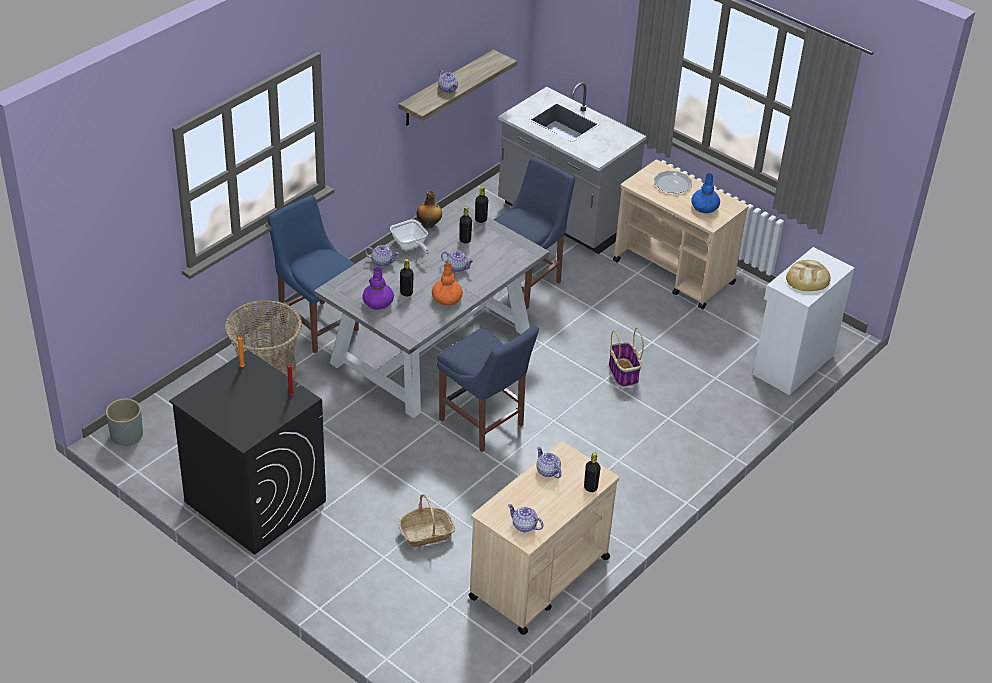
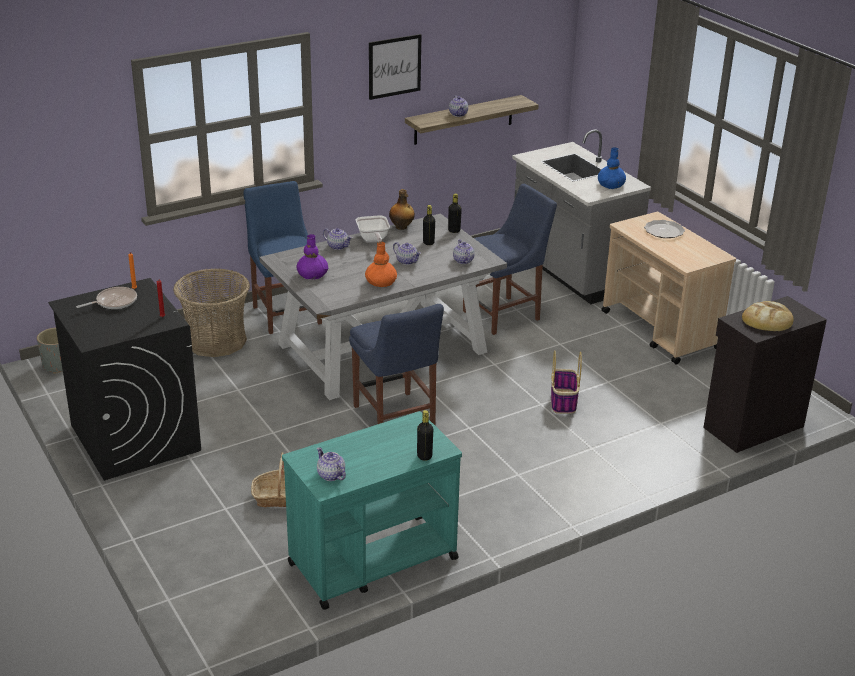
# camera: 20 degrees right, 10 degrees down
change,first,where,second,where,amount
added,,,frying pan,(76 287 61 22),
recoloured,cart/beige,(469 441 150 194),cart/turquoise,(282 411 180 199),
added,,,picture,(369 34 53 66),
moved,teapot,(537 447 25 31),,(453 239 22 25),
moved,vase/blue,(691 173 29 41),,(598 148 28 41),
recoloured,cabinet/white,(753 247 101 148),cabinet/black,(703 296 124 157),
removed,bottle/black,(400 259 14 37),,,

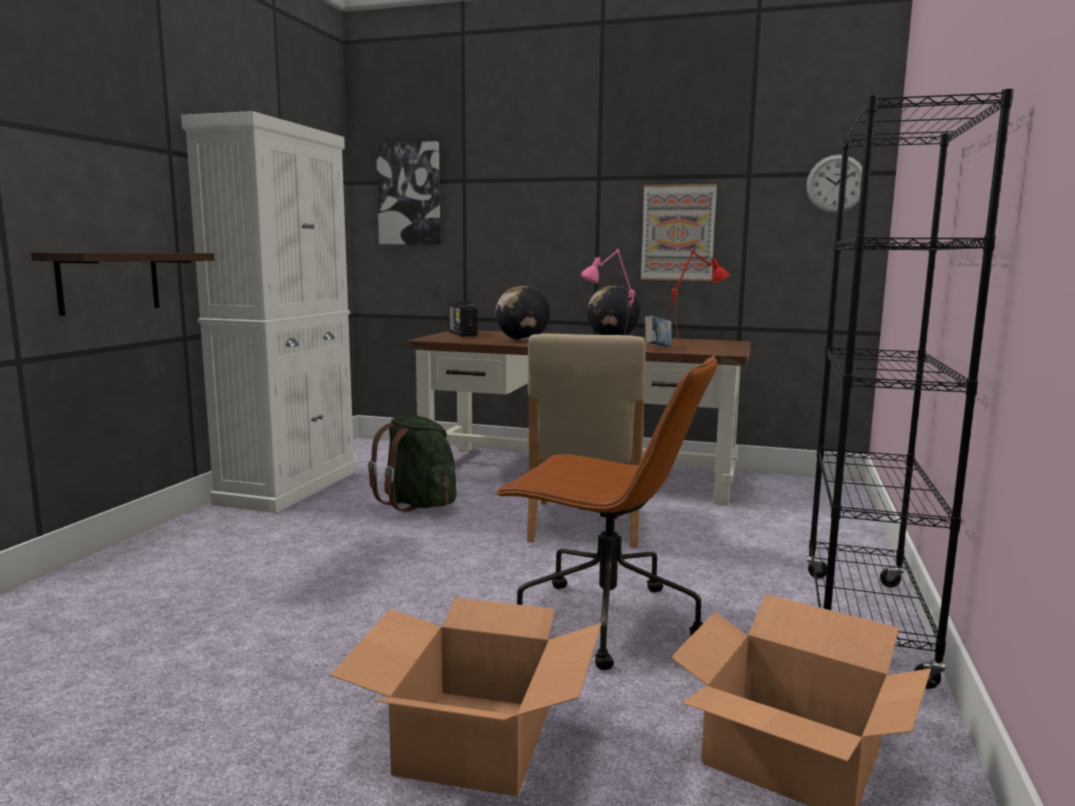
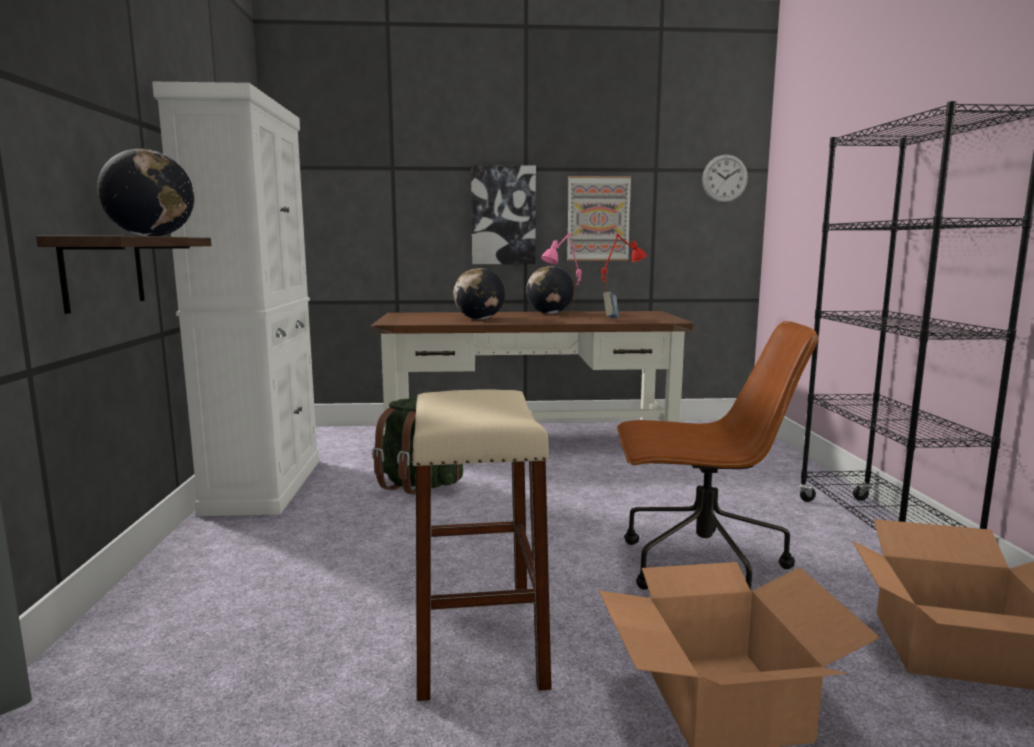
# camera: 20 degrees left, 0 degrees up
change,first,where,second,where,amount
added,,,globe,(97 149 97 88),
added,,,stool/beige,(412 389 140 313),
moved,picture,(376 141 64 104),,(471 165 65 99),
removed,radio,(449 300 28 37),,,
removed,chair/beige,(527 334 119 214),,,

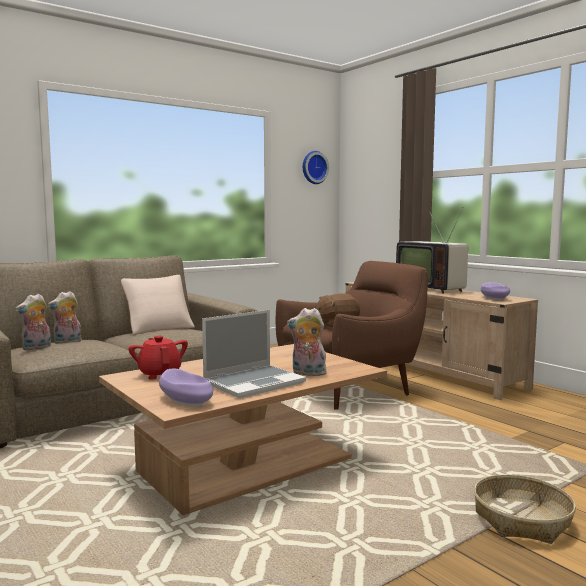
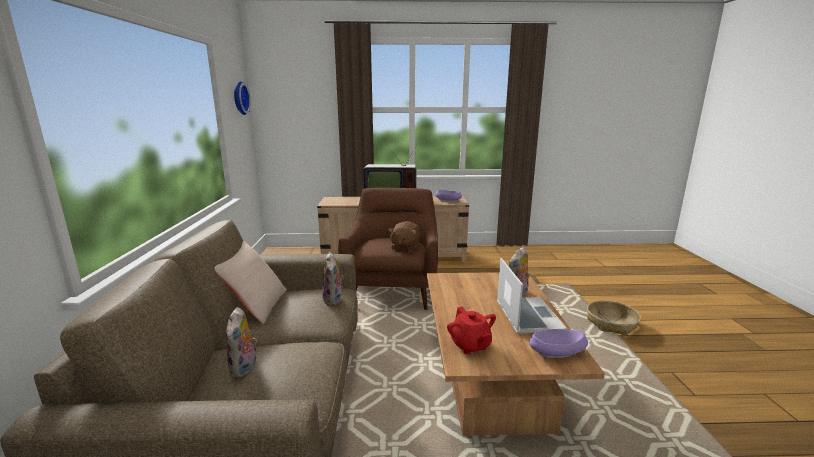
# camera: 55 degrees left, 10 degrees up
change,first,where,second,where,amount
moved,plush toy,(15 294 36 57),,(322 252 22 54),
turned,teapot/red,(128 336 60 44),,(447 307 49 47),120 degrees counterclockwise

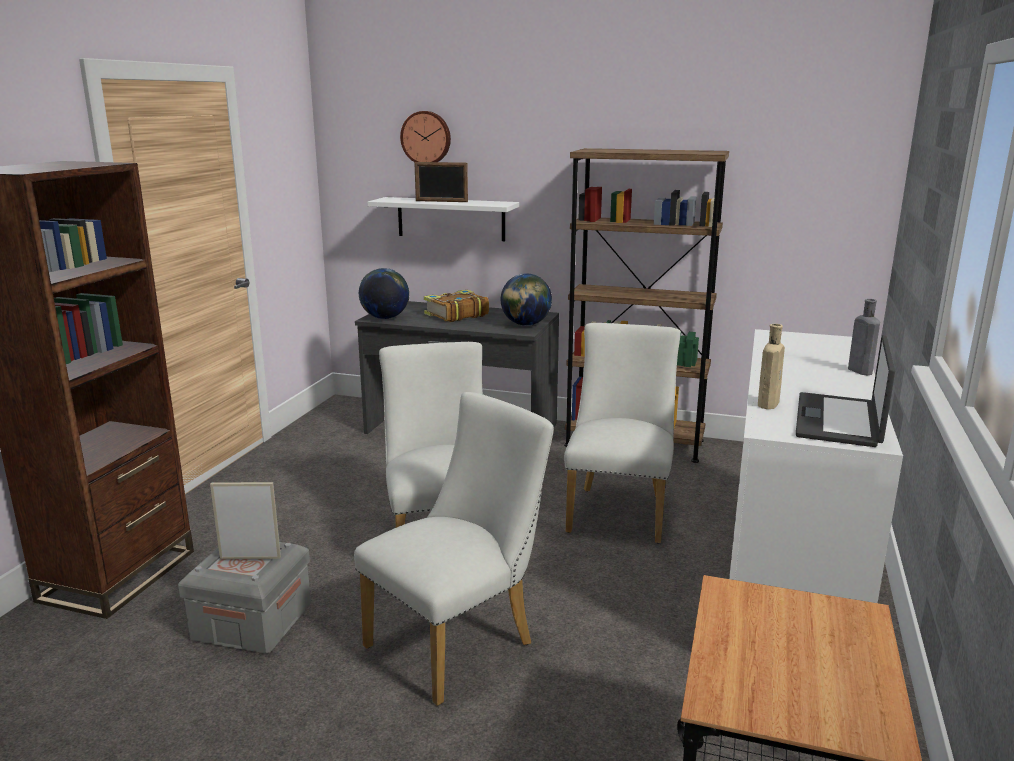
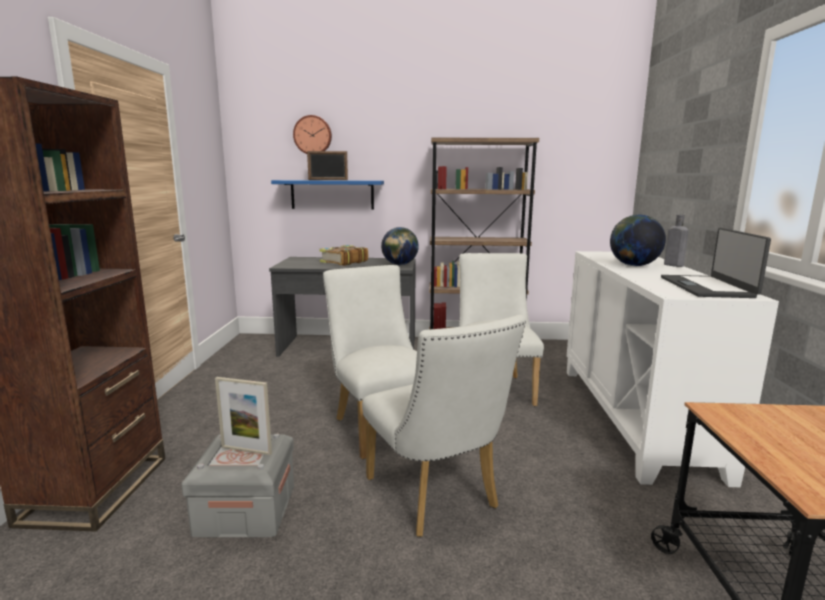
# camera: 15 degrees left, 5 degrees down
change,first,where,second,where,amount
turned,picture frame,(210 482 71 77),,(215 377 57 78),150 degrees counterclockwise
recoloured,shelf/white,(367 197 152 44),shelf/blue,(271 180 113 29),
turned,chair/white,(354 392 200 314),,(362 315 164 222),120 degrees clockwise
moved,globe,(359 268 50 51),,(610 215 56 51),
removed,bottle/beige,(758 324 27 85),,,

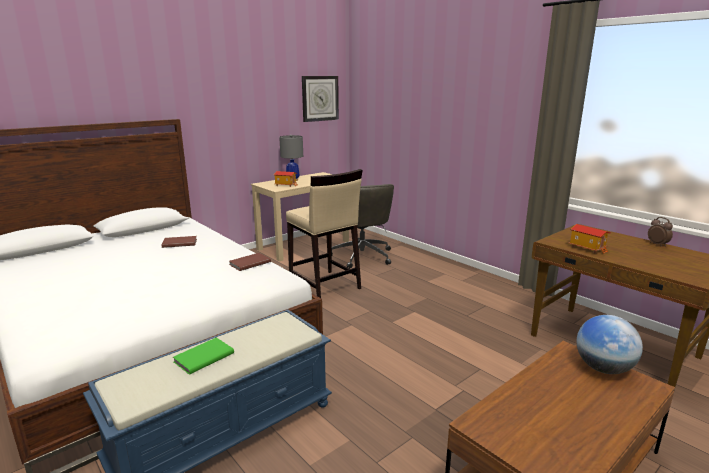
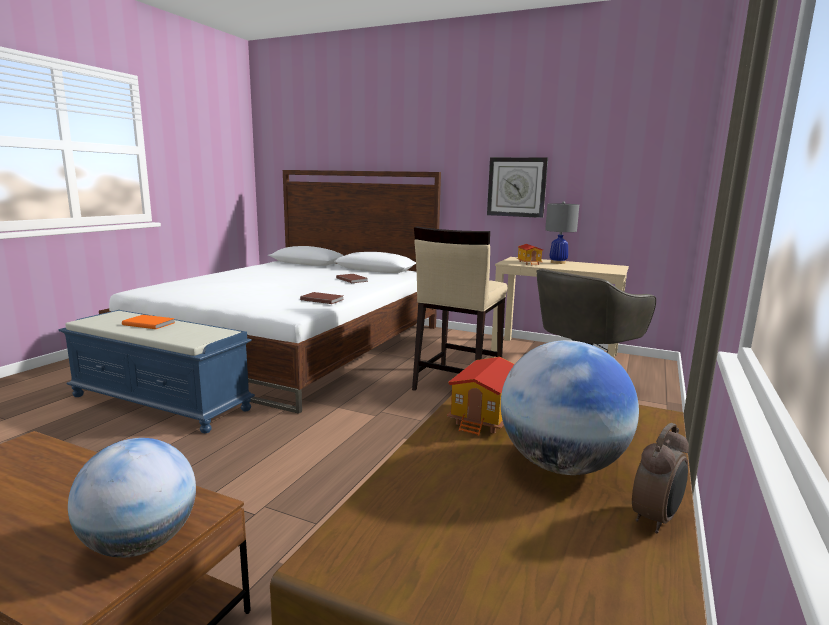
# camera: 65 degrees right, 5 degrees down
change,first,where,second,where,amount
recoloured,book/green,(173 338 61 37),book/orange,(122 315 53 14),
moved,wall clock,(302 76 37 46),,(487 157 61 61),
added,,,globe,(501 340 138 135),

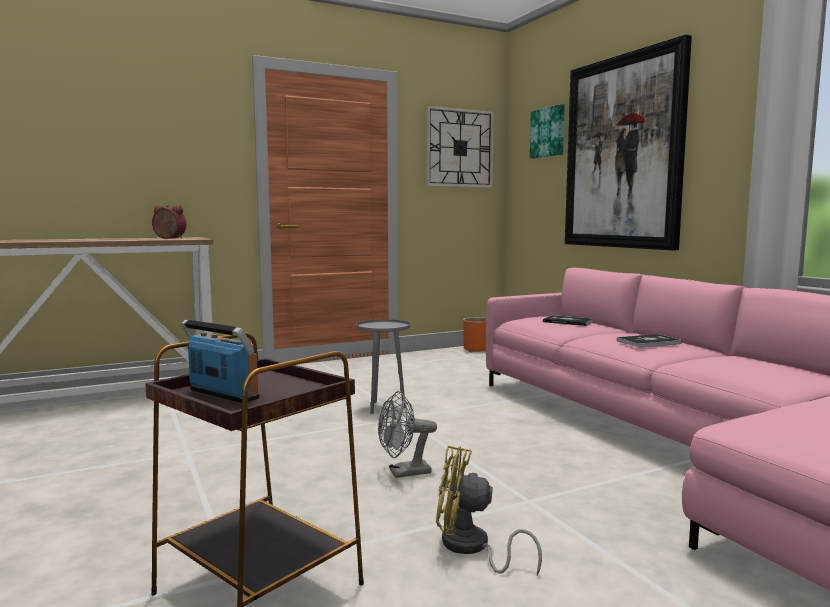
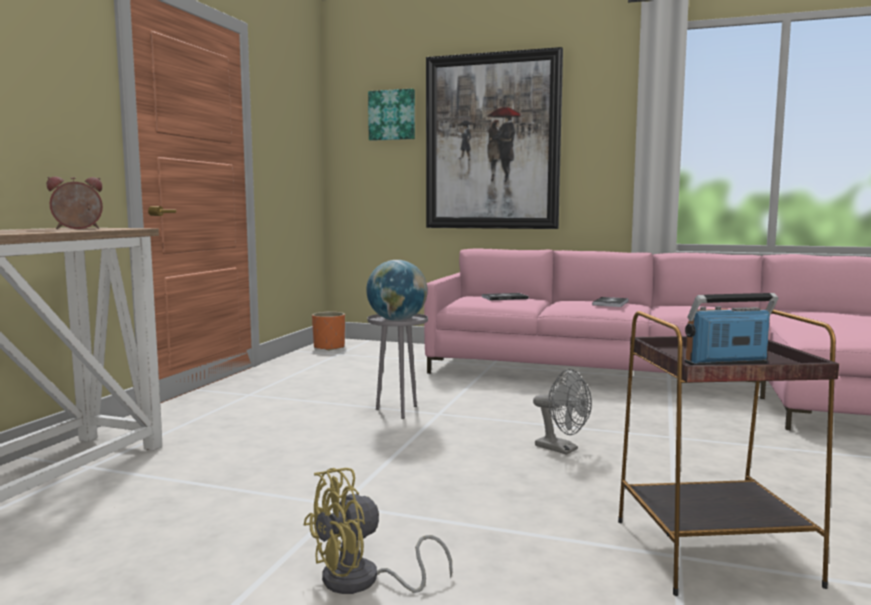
# camera: 45 degrees left, 0 degrees up
change,first,where,second,where,amount
moved,fan/yellow,(436 446 106 130),,(303 468 150 126),
added,,,globe,(366 260 62 61),
turned,fan/grey,(378 391 59 87),,(533 369 59 86),75 degrees counterclockwise
removed,wall clock,(426 106 68 82),,,

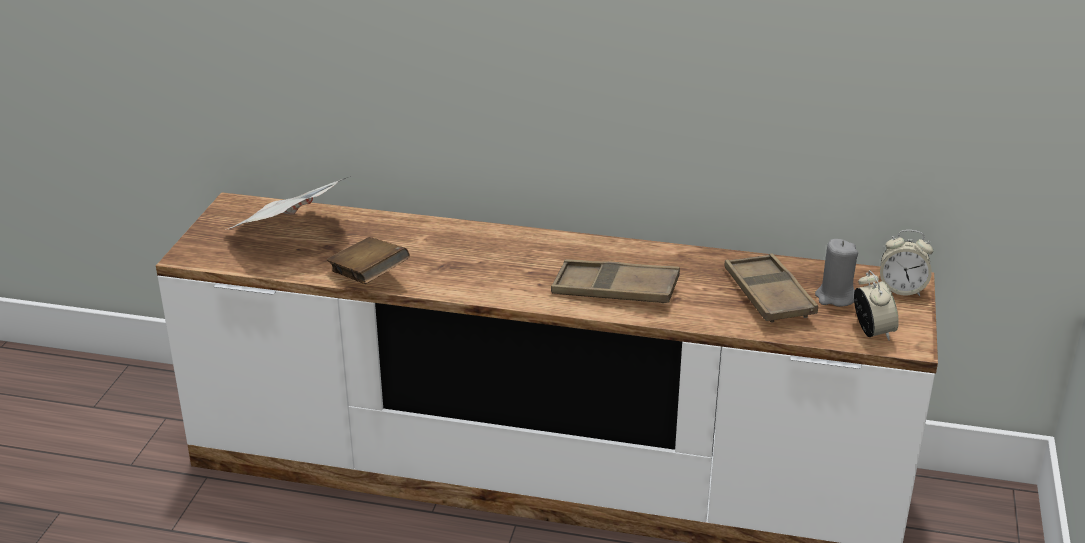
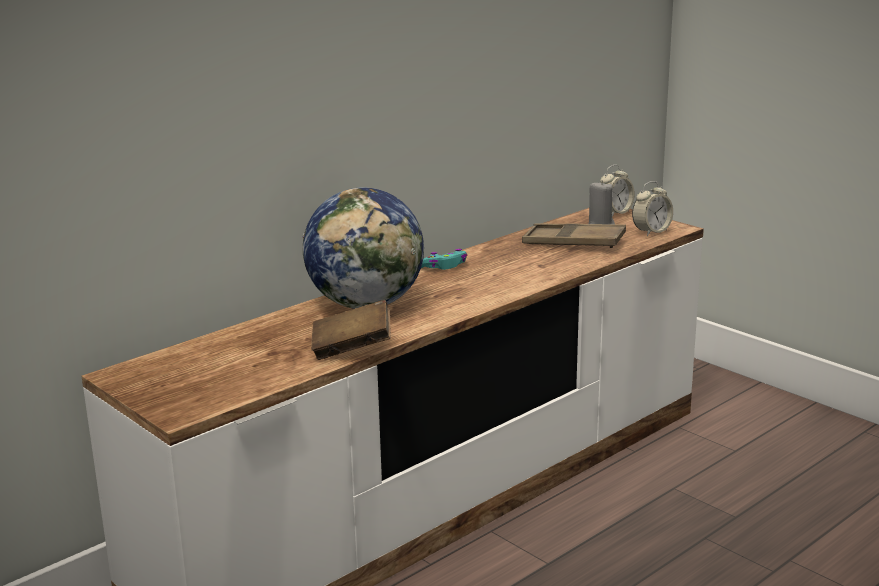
# camera: 55 degrees left, 10 degrees down
change,first,where,second,where,amount
added,,,globe,(303 187 121 122),
added,,,game controller/turquoise,(421 249 46 21),
turned,alarm clock,(854 270 45 70),,(632 181 41 55),120 degrees clockwise
removed,newspaper,(225 176 126 54),,,
removed,tray/brown,(551 259 129 44),,,

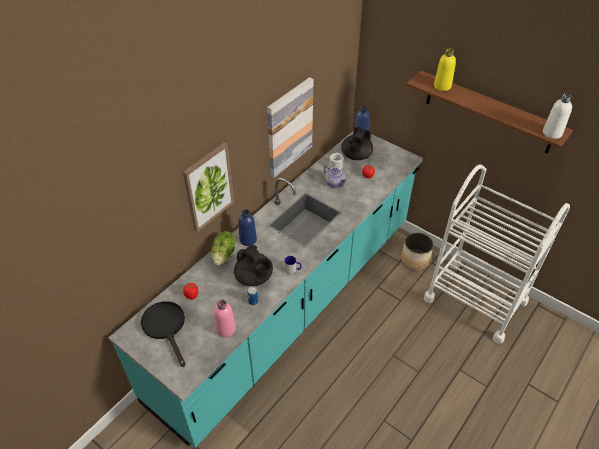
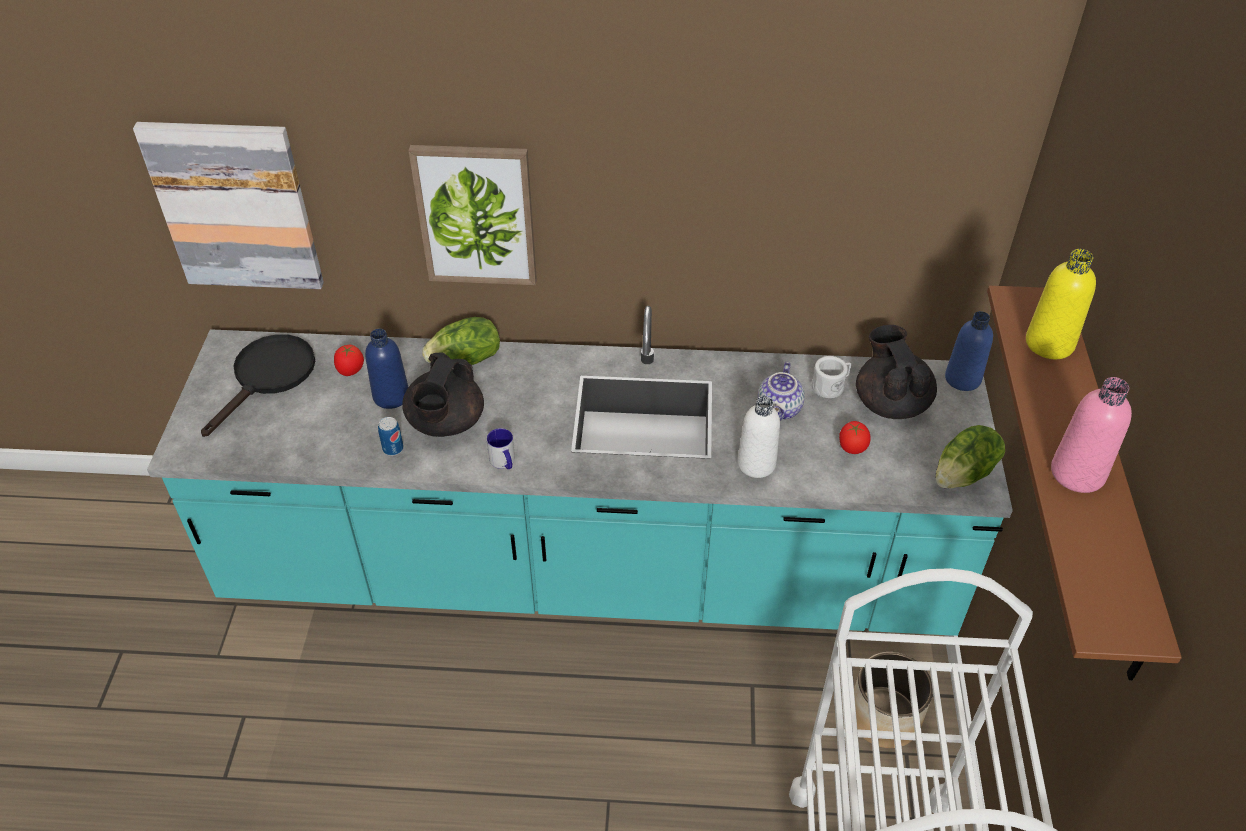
# camera: 55 degrees right, 0 degrees up
change,first,where,second,where,amount
moved,picture,(267 77 47 101),,(133 122 191 167),
moved,bottle/blue,(238 209 19 37),,(365 329 43 80),
moved,bottle/white,(543 94 29 45),,(737 396 43 82),
turned,teapot/black,(341 127 32 33),,(856 325 81 94),90 degrees clockwise
added,,,lettuce,(936 425 69 64),
moved,bottle/pink,(214 299 22 38),,(1051 377 81 116),

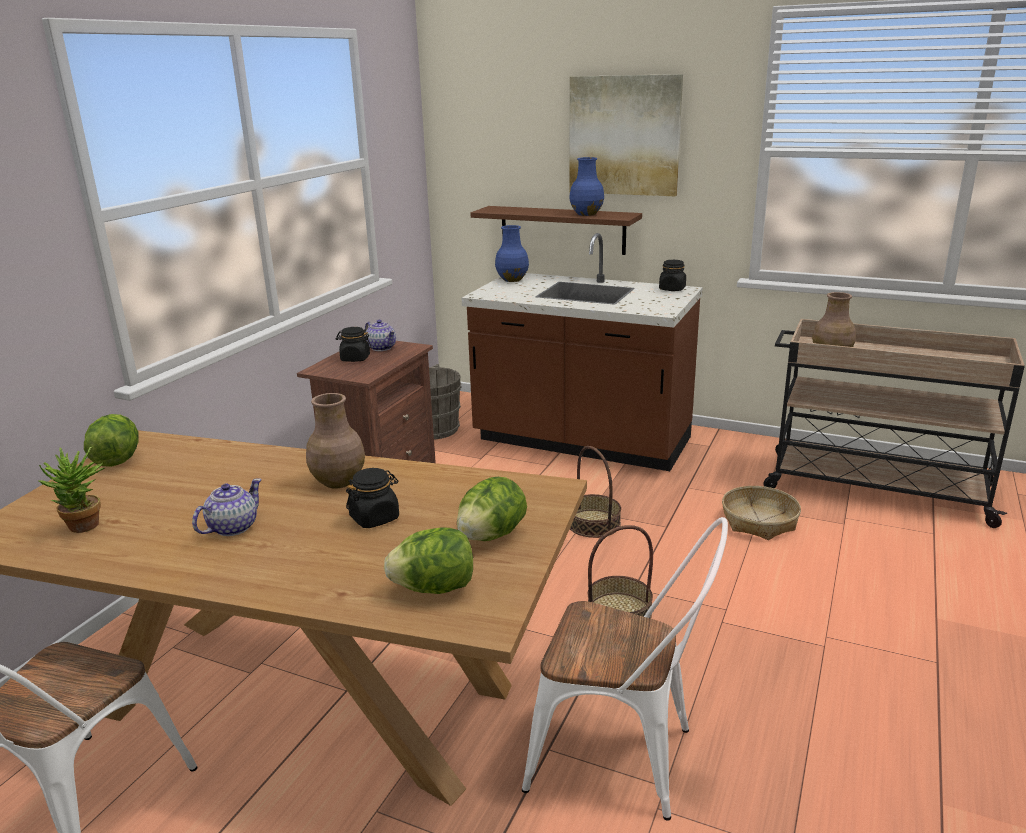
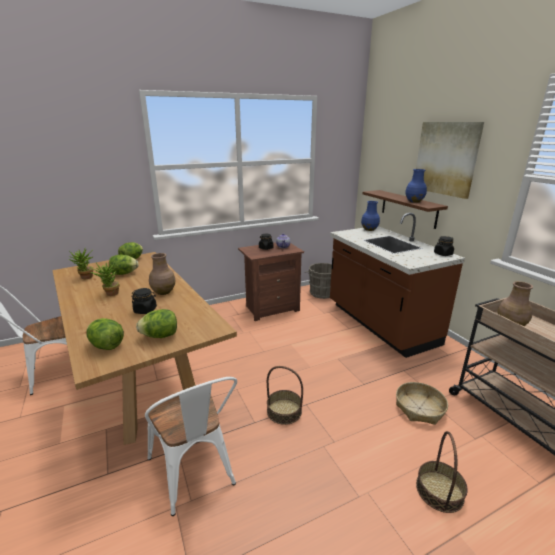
# camera: 40 degrees right, 0 degrees up
change,first,where,second,where,amount
replaced,teapot,(192 478 70 58),potted plant,(91 262 29 34),
added,,,lettuce,(109 254 30 21),
moved,basket,(570 446 51 92),,(416 431 52 82),

